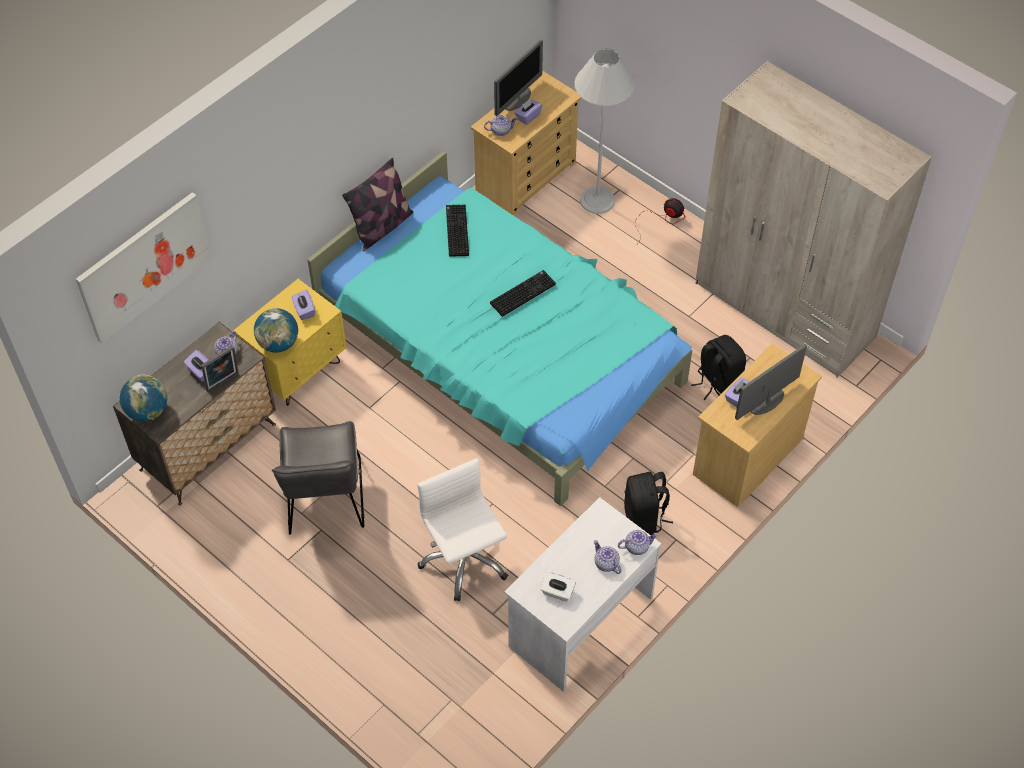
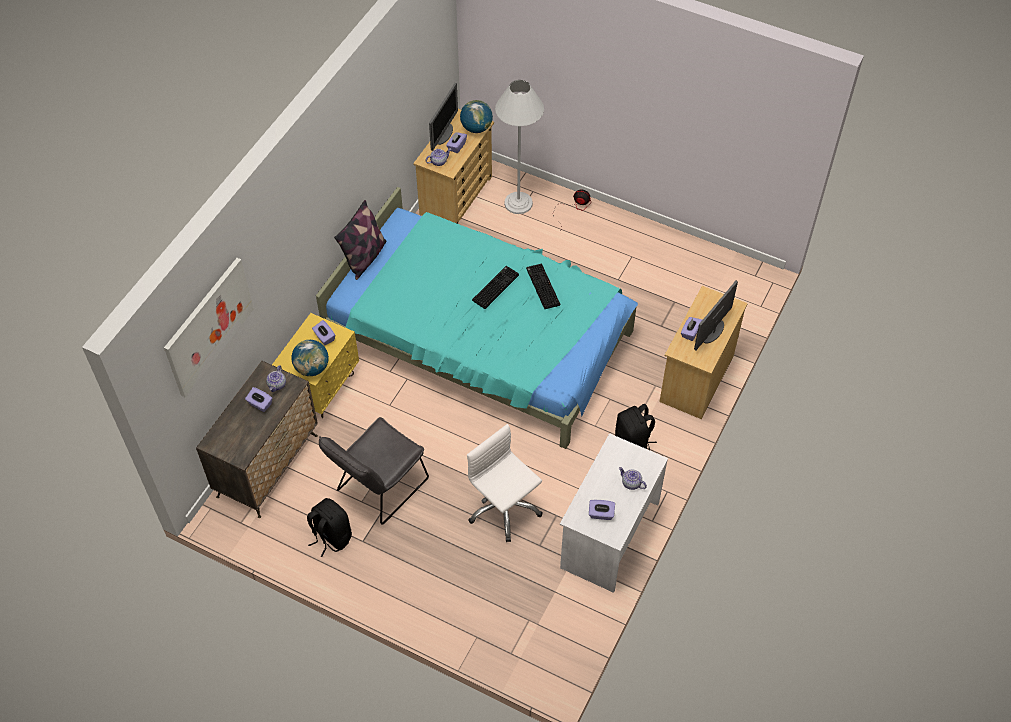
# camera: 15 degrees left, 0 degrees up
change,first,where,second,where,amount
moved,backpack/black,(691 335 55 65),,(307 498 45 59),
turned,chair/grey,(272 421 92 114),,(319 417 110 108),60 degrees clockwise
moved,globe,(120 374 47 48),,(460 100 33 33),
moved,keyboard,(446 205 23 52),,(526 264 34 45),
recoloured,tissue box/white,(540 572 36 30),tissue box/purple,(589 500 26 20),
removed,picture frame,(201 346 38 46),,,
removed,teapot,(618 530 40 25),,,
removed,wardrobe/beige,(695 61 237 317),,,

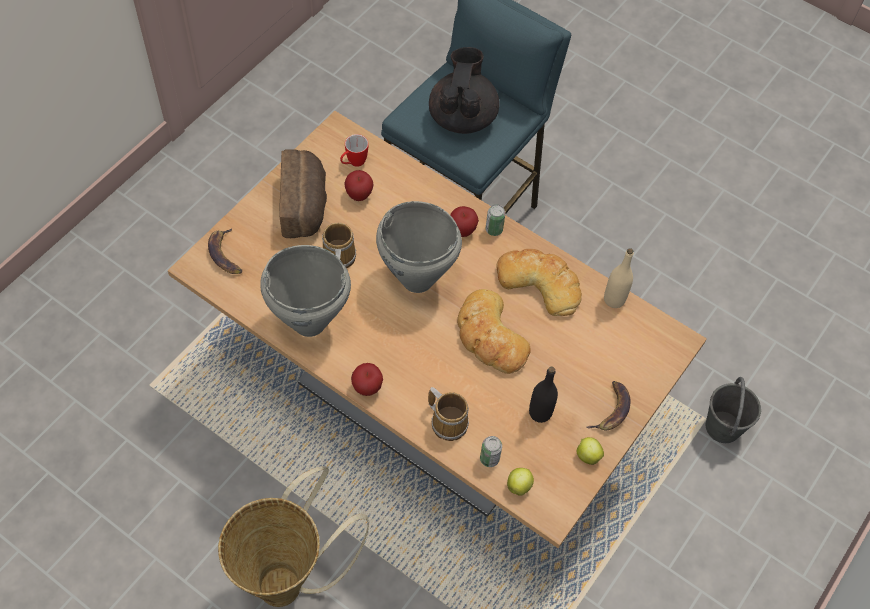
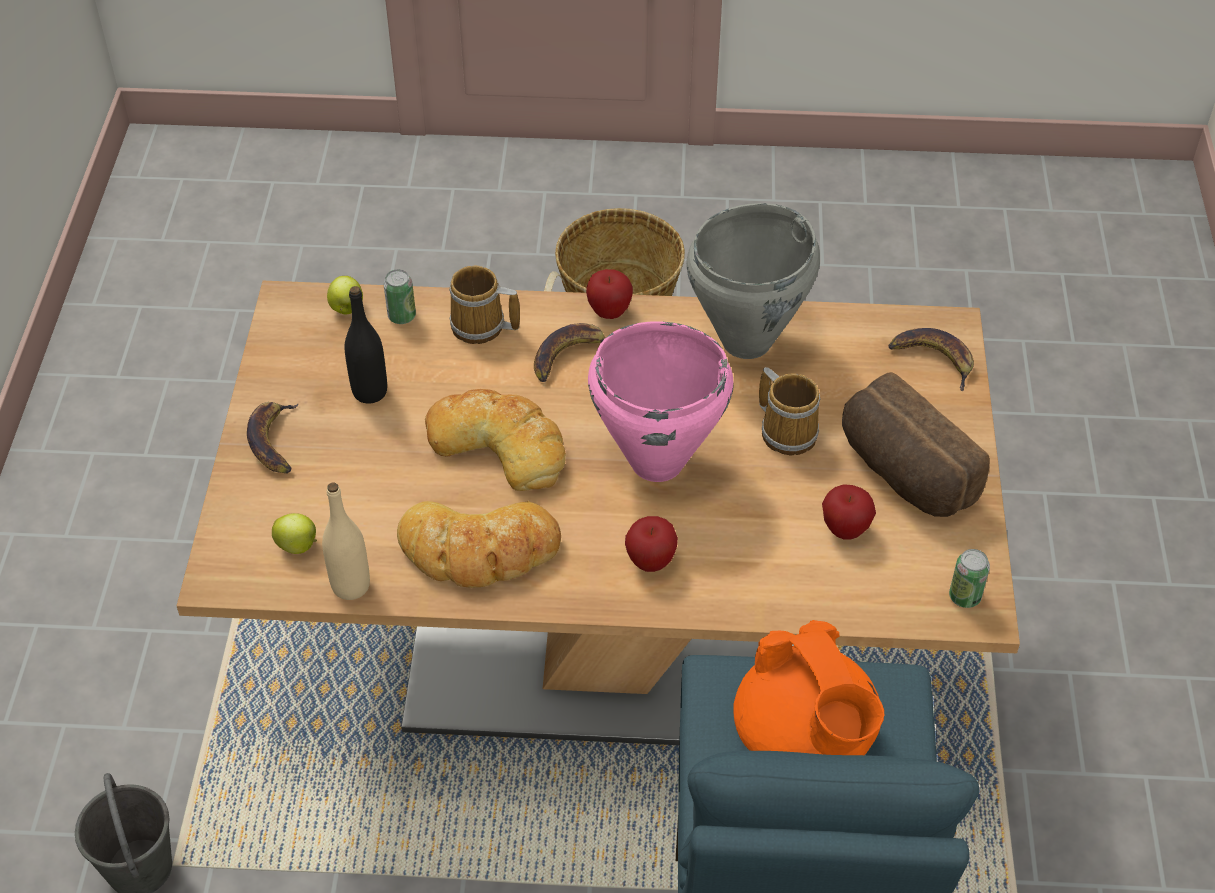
# camera: 150 degrees right, 10 degrees down
change,first,where,second,where,amount
moved,apple,(577 437 27 28),,(272 513 45 41),
added,,,banana,(534 323 71 59),
recoloured,cooking pot/grey,(376 201 86 92),cooking pot/pink,(588 322 146 160),
recoloured,teapot/black,(429 47 71 87),teapot/orange,(733 620 151 135),
moved,can,(486 204 19 32),,(949 549 41 59),
removed,mug,(340 134 29 33),,,

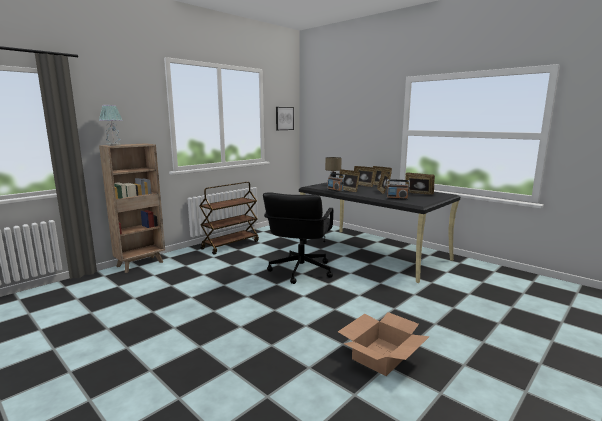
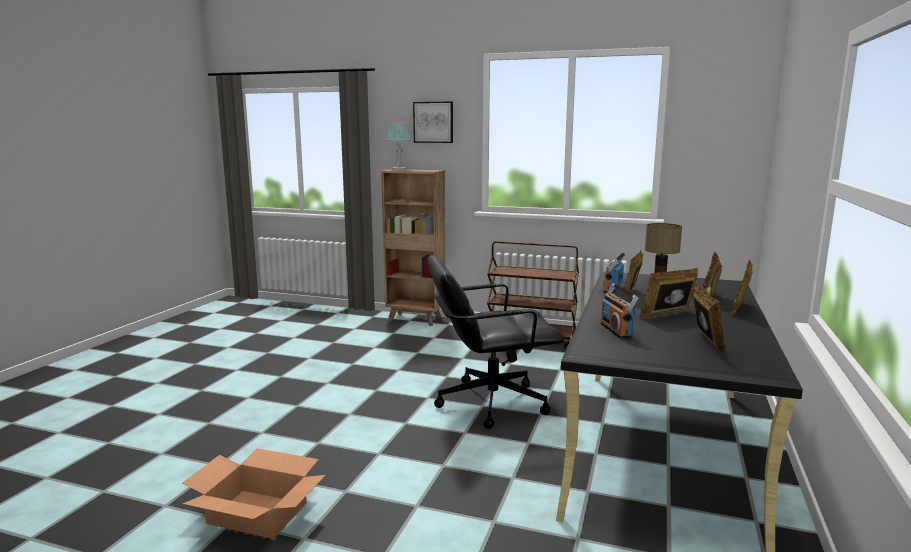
# camera: 65 degrees right, 0 degrees up
change,first,where,second,where,amount
moved,picture,(276 107 18 23),,(413 101 40 42),

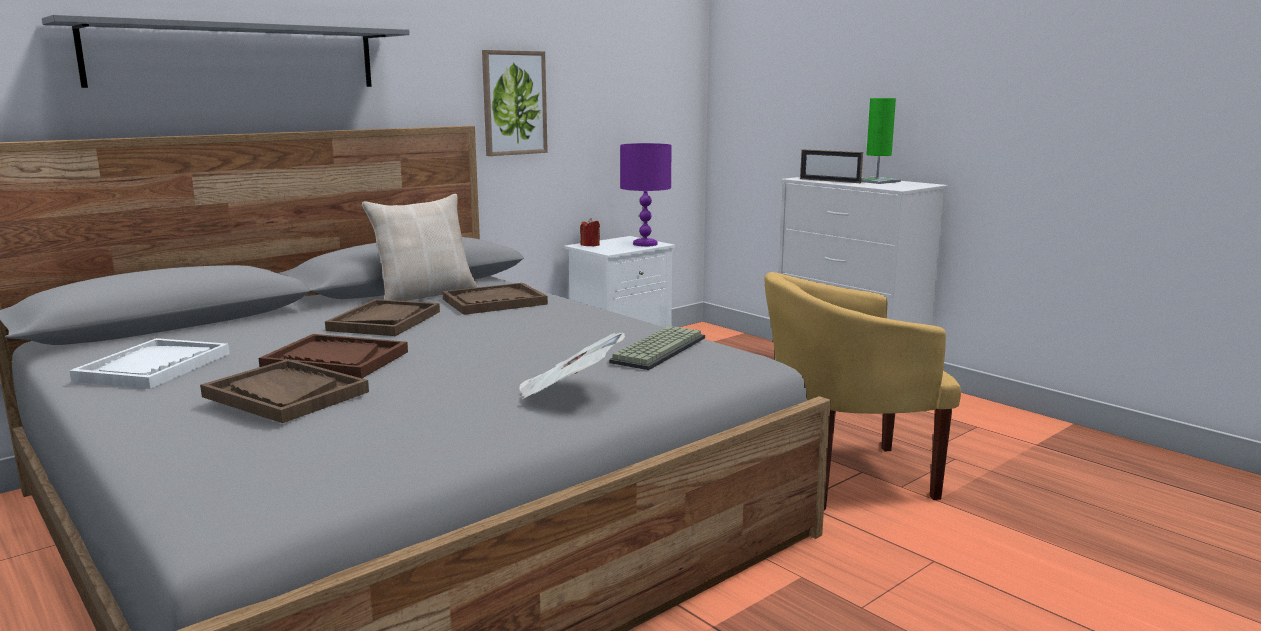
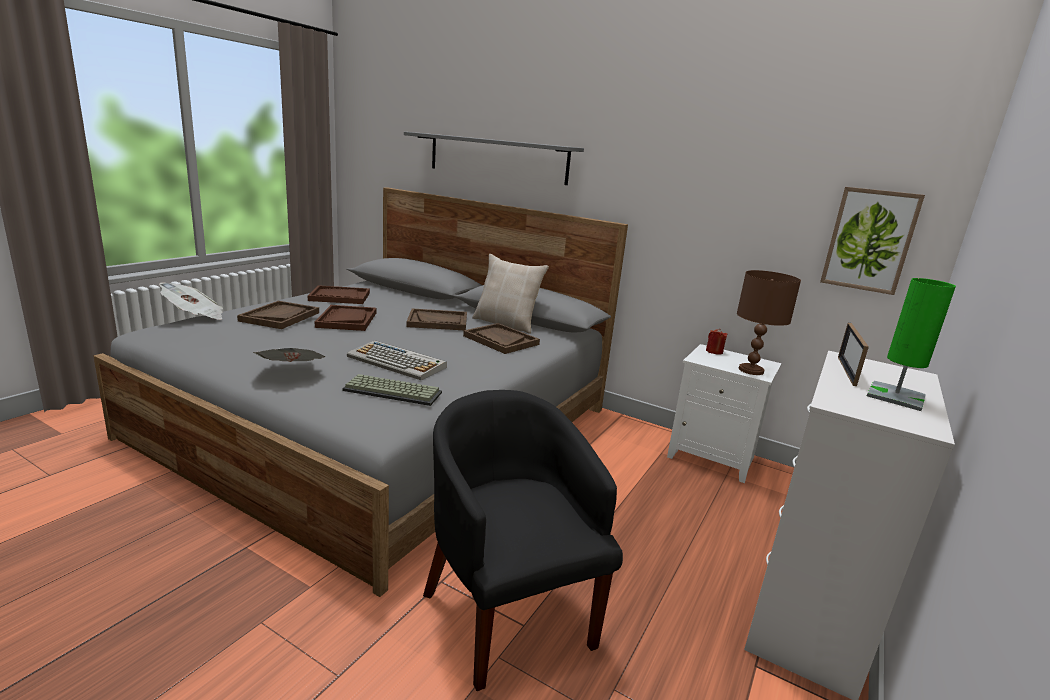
# camera: 70 degrees right, 5 degrees up
change,first,where,second,where,amount
added,,,newspaper,(159 282 64 38),
recoloured,tray/white,(69 338 161 51),tray/brown,(308 285 62 19),
added,,,keyboard,(347 340 100 40),
recoloured,armchair/yellow,(764 272 197 239),armchair/black,(423 390 200 301),
recoloured,table lamp/purple,(620 143 51 104),table lamp/brown,(737 270 64 105),
moved,picture,(482 50 66 106),,(820 187 105 108),

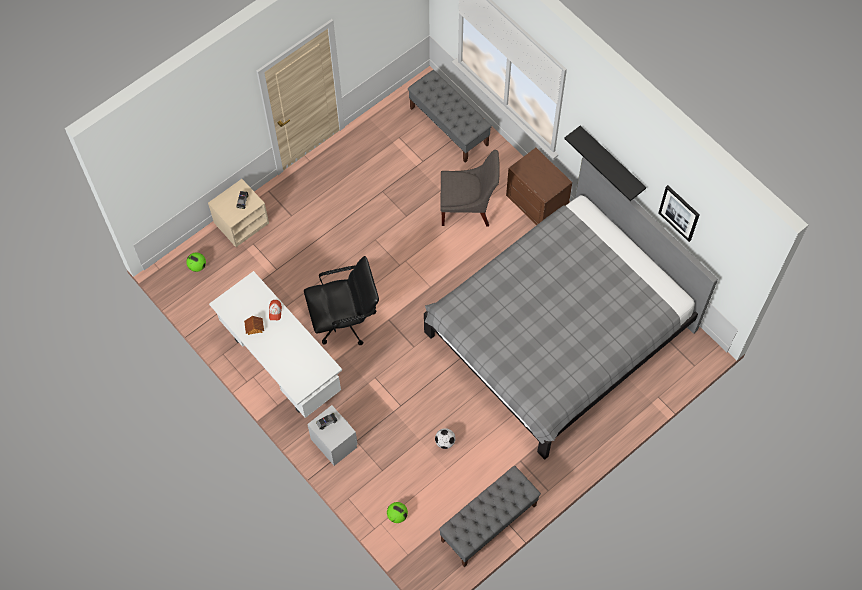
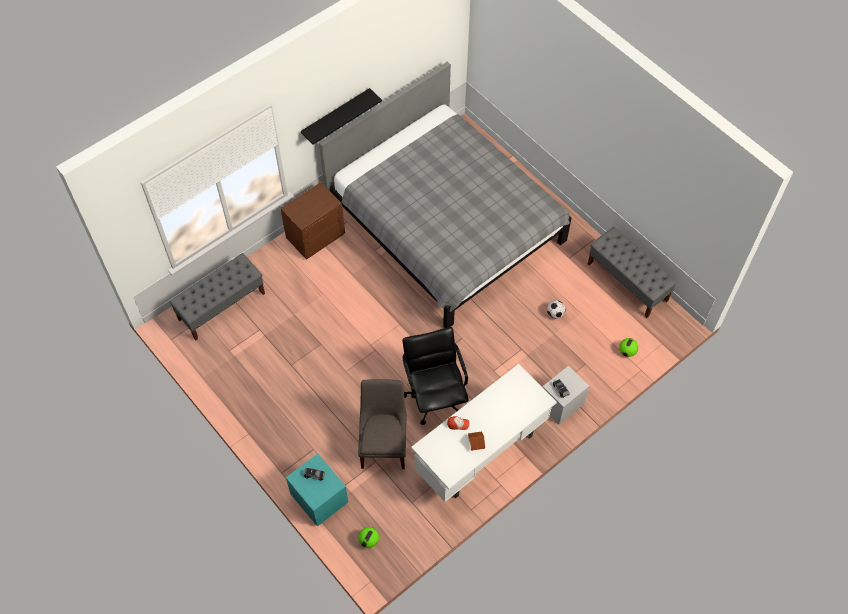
# camera: 90 degrees left, 5 degrees down
change,first,where,second,where,amount
recoloured,nightstand/beige,(208 179 61 68),nightstand/turquoise,(286 454 62 72),
moved,chair/grey,(441 150 59 76),,(358 379 48 90),
removed,picture,(658 185 42 57),,,

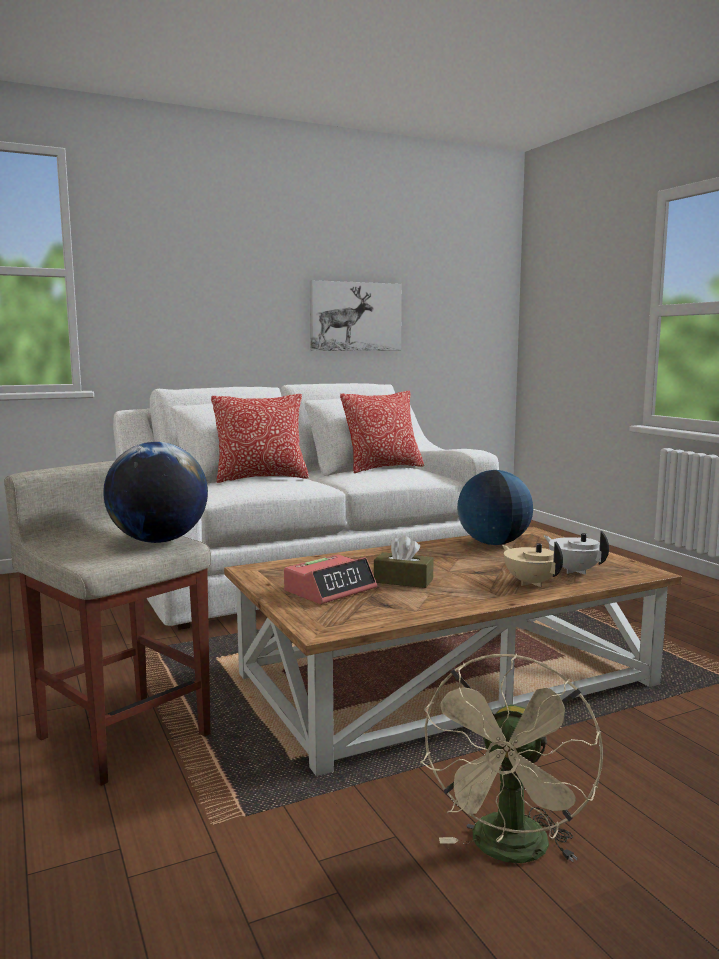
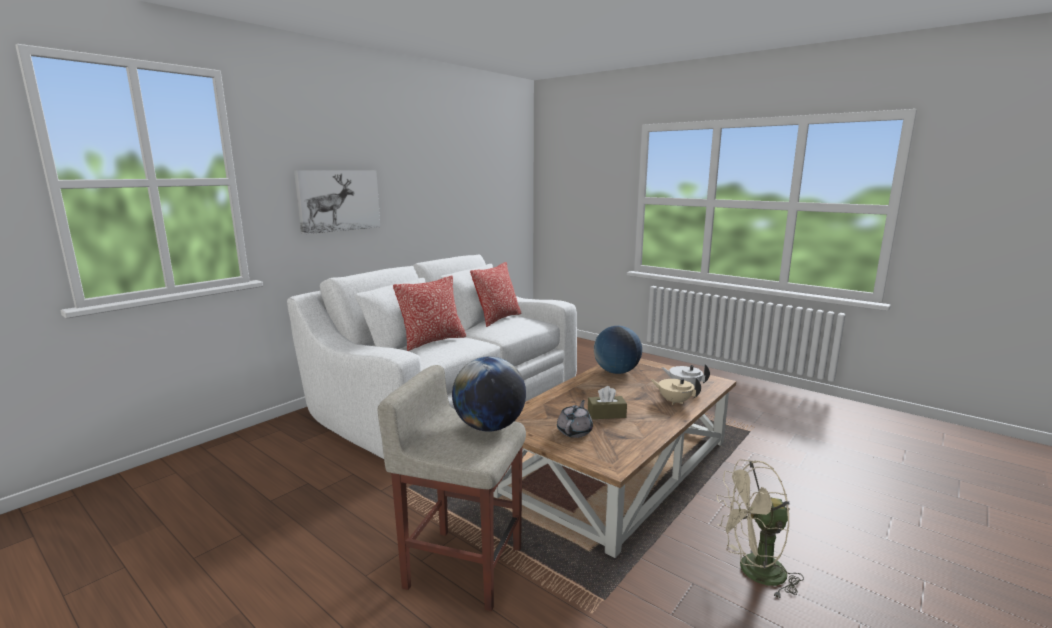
# camera: 25 degrees left, 5 degrees up
change,first,where,second,where,amount
moved,picture,(310 280 92 71),,(294 170 86 64),
replaced,alarm clock,(284 554 93 50),teapot/grey,(557 400 36 38),
turned,fan/beige,(420 654 183 209),,(717 459 87 140),90 degrees clockwise

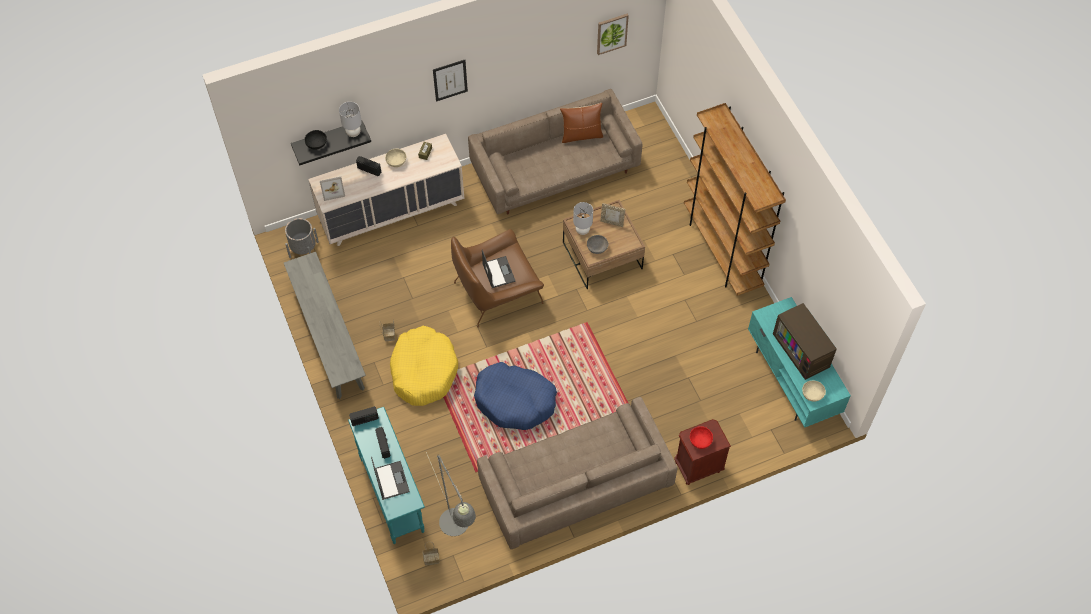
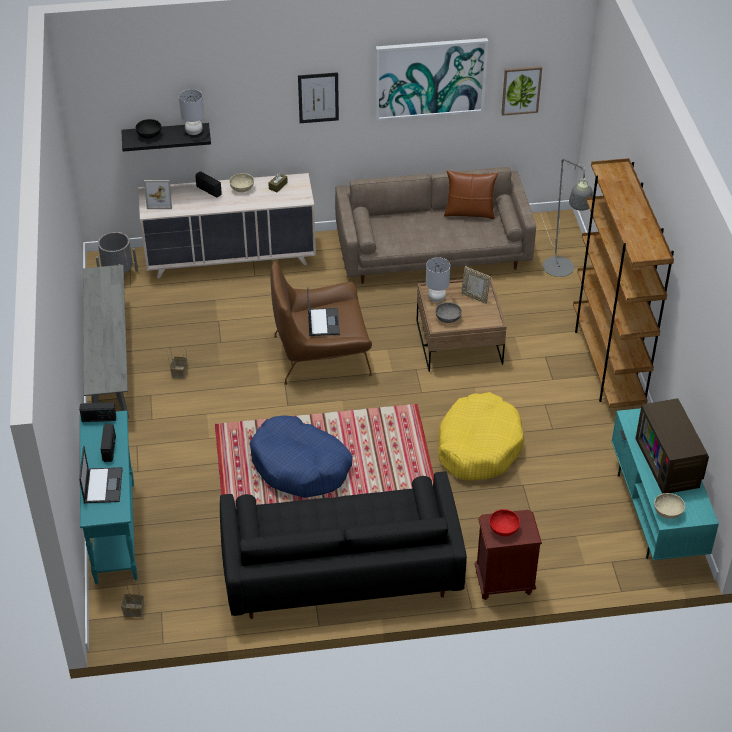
# camera: 15 degrees right, 15 degrees down
change,first,where,second,where,amount
recoloured,sofa/beige,(477 397 200 152),sofa/black,(220 472 247 147),
added,,,picture,(376 38 112 83),
moved,dog bed/yellow,(390 326 68 80),,(438 392 86 89),
moved,floor lamp/grey,(426 452 50 84),,(541 159 52 118),

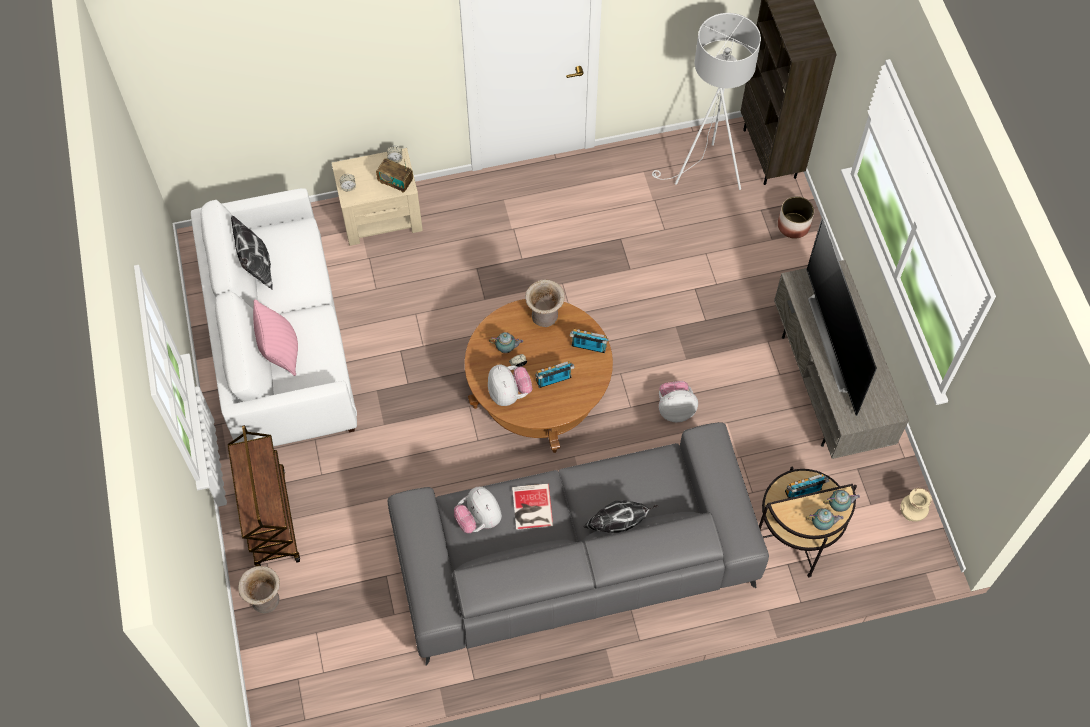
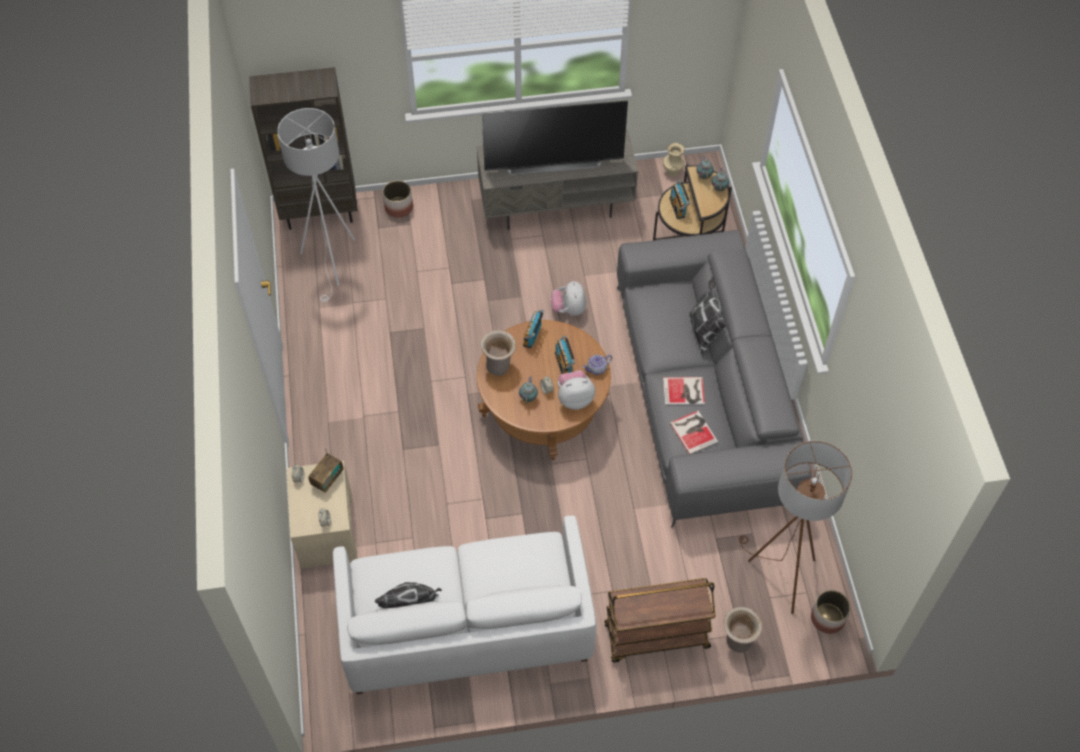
# camera: 85 degrees left, 5 degrees down
change,first,where,second,where,amount
added,,,teapot,(583 355 29 20),
replaced,plush toy,(454 487 48 46),book,(670 411 48 43),
added,,,floor lamp/brown,(739 441 114 173),
added,,,planter,(811 590 40 44),
removed,pillow/pink,(253 300 45 76),,,

